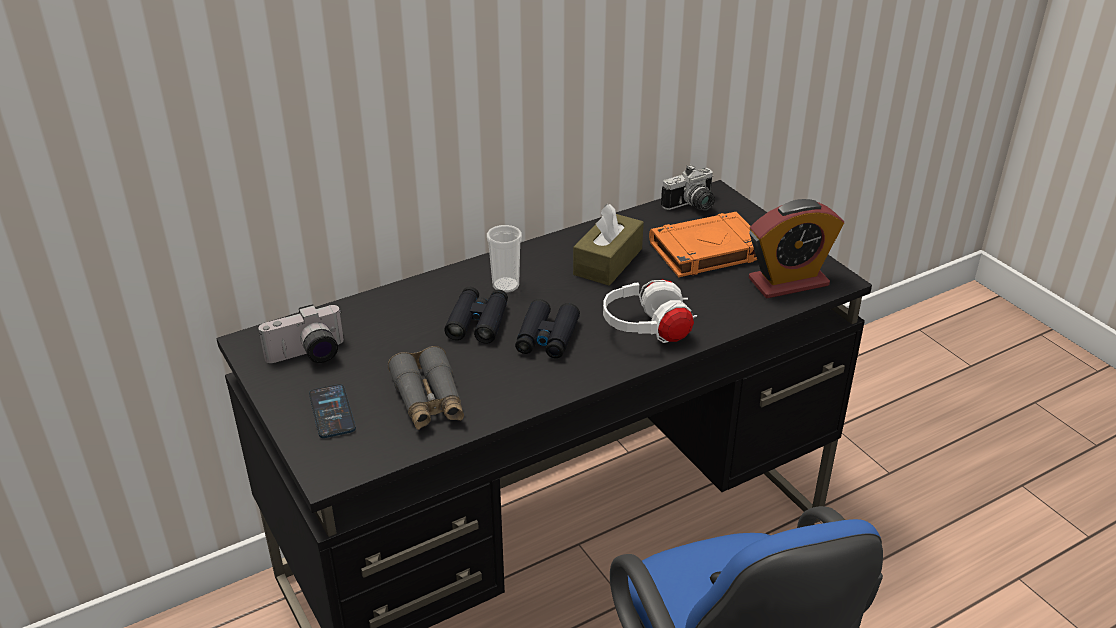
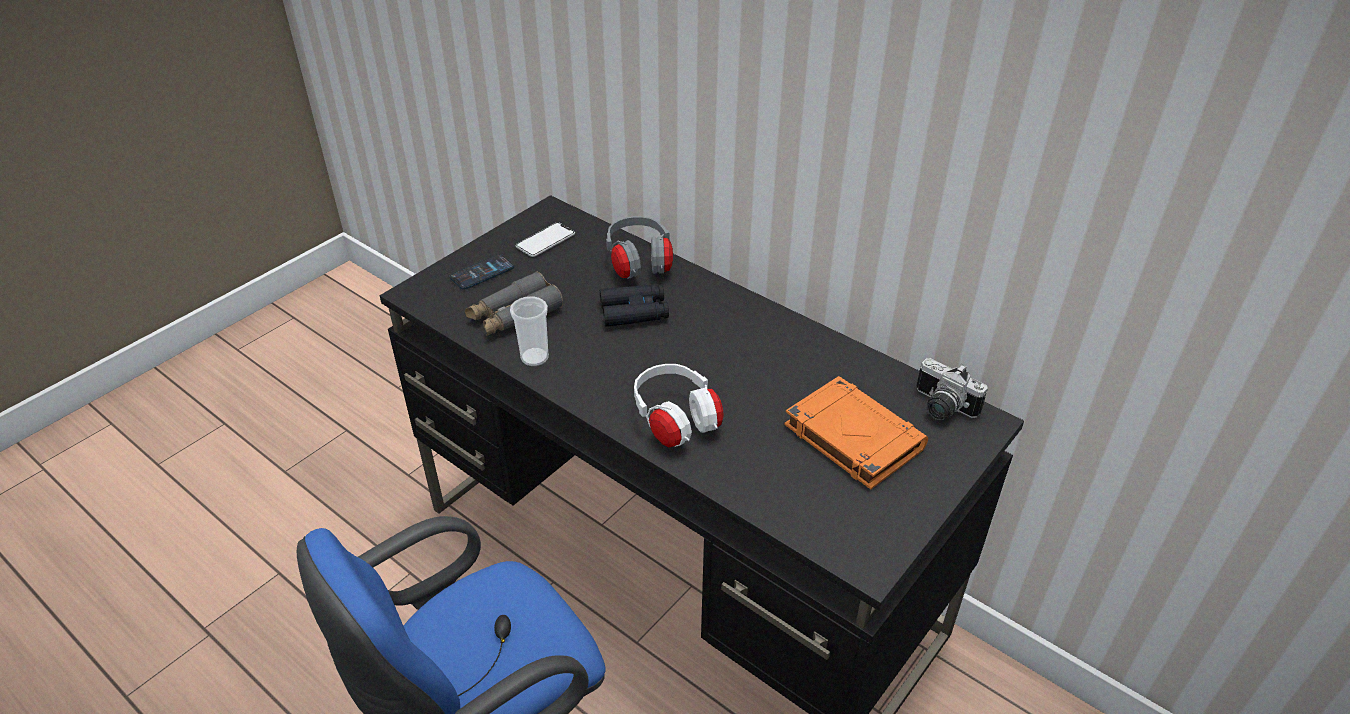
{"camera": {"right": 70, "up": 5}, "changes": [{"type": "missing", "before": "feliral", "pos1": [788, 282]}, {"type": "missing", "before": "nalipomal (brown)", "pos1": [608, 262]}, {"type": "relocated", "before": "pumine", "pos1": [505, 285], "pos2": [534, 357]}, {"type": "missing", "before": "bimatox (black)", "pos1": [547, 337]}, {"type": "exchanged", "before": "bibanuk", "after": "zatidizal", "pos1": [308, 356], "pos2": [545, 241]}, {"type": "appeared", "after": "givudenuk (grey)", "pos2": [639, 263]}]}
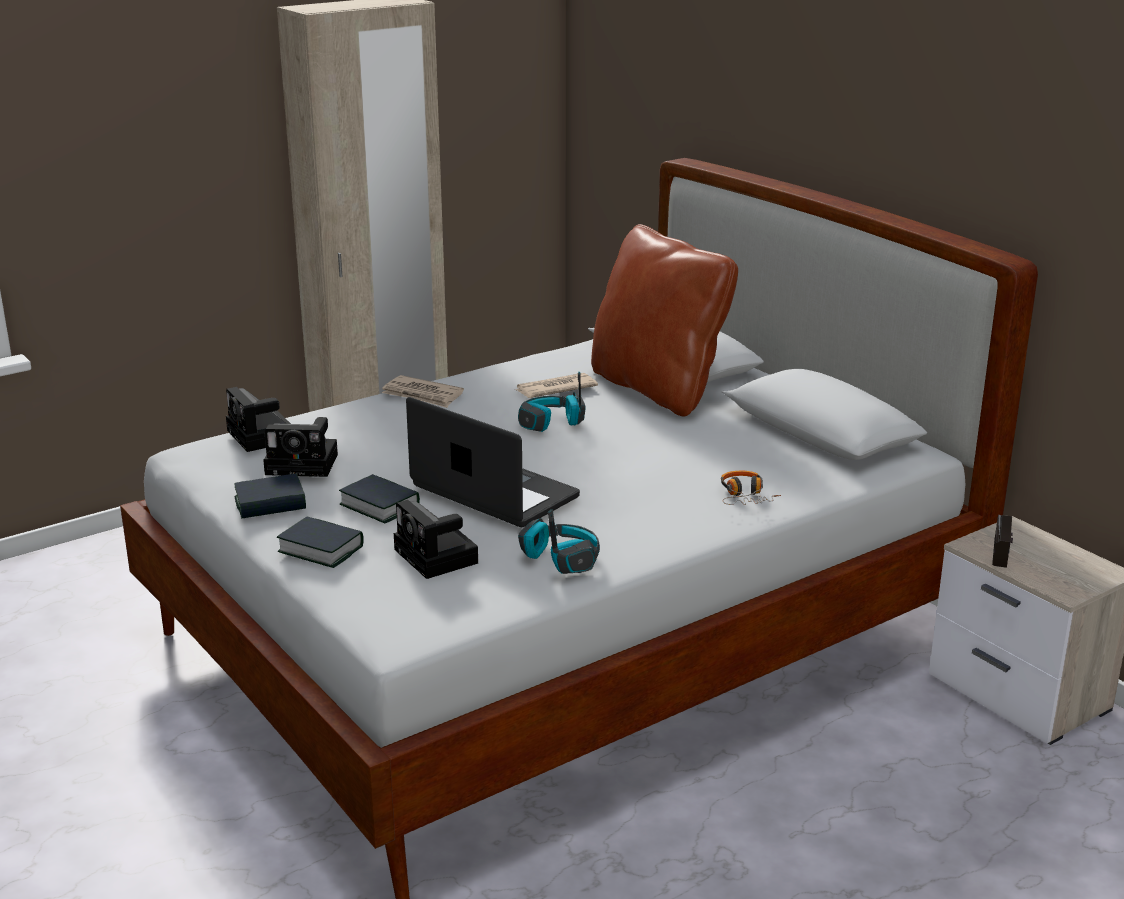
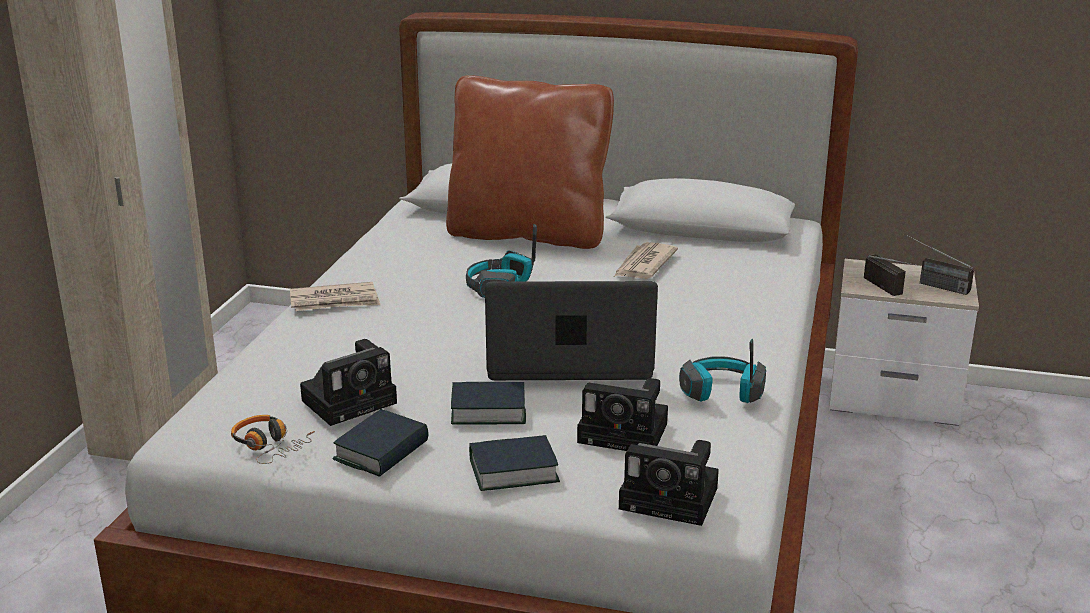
{"camera": {"right": -40, "up": 0}, "changes": [{"type": "relocated", "before": "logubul", "pos1": [554, 389], "pos2": [643, 265]}, {"type": "relocated", "before": "bibanuk", "pos1": [262, 437], "pos2": [673, 499]}, {"type": "relocated", "before": "givudenuk", "pos1": [745, 496], "pos2": [270, 446]}, {"type": "appeared", "after": "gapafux", "pos2": [931, 284]}]}
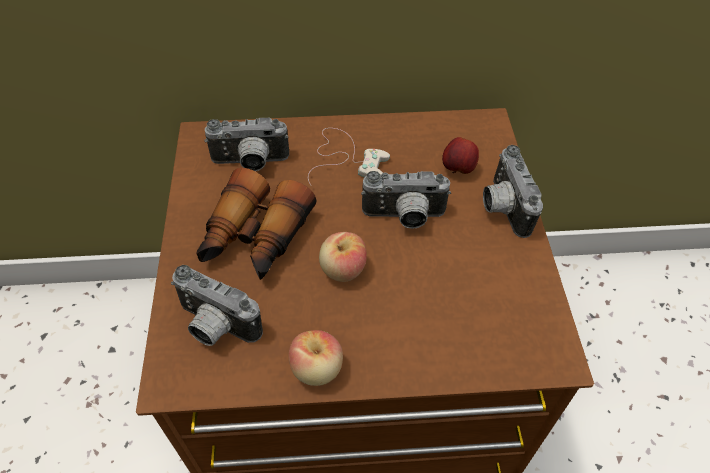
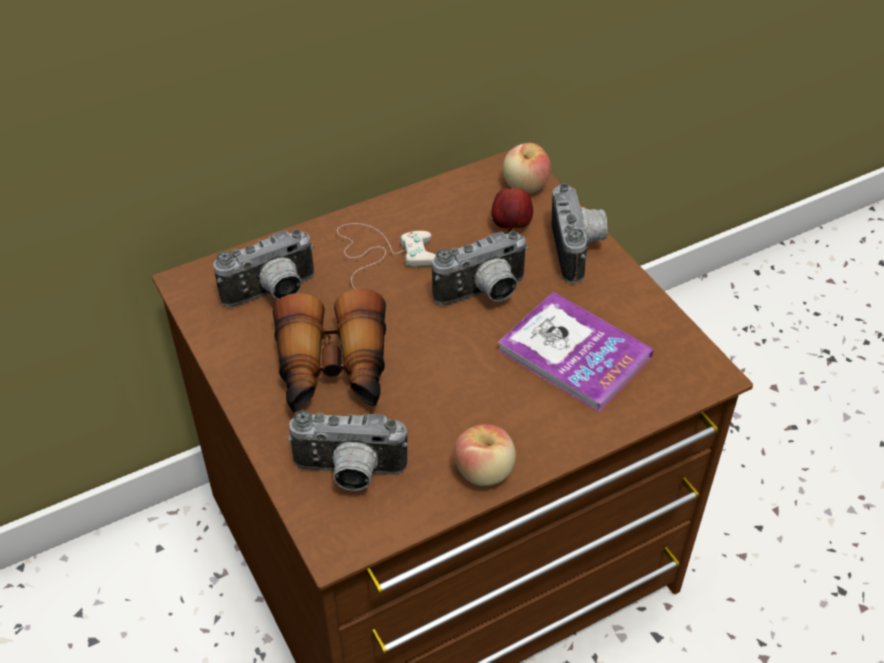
{"camera": {"right": -25, "up": -5}, "changes": [{"type": "spun", "before": "bibanuk", "pos1": [502, 207], "pos2": [578, 250], "turn": -150}, {"type": "relocated", "before": "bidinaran", "pos1": [343, 269], "pos2": [525, 186]}, {"type": "appeared", "after": "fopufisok", "pos2": [574, 354]}]}
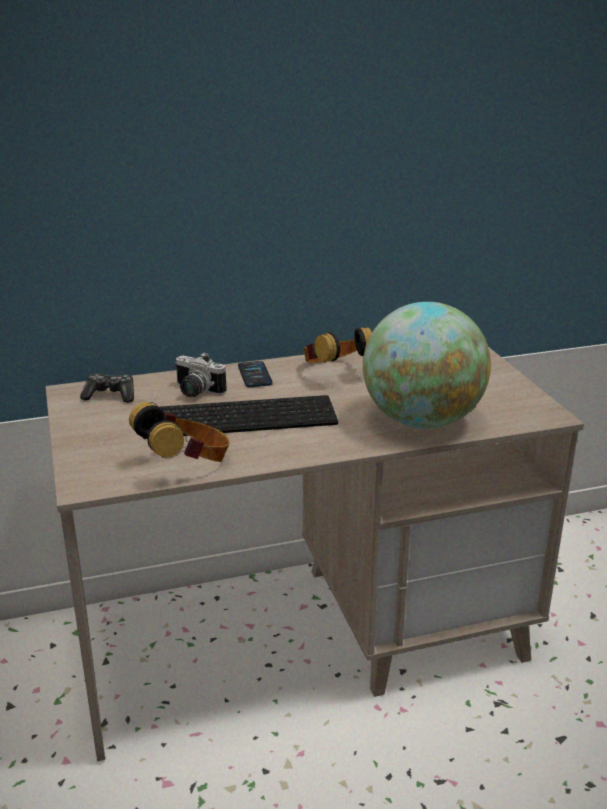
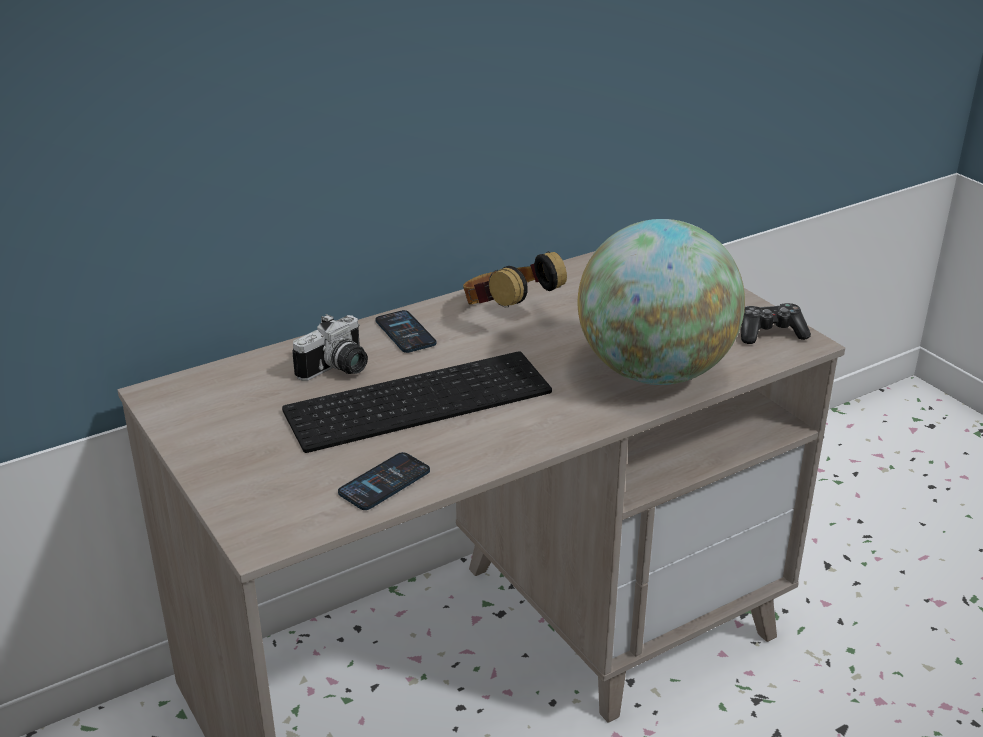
{"camera": {"right": -15, "up": 5}, "changes": [{"type": "spun", "before": "bibanuk", "pos1": [195, 392], "pos2": [338, 370], "turn": -60}, {"type": "relocated", "before": "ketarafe", "pos1": [110, 395], "pos2": [770, 333]}, {"type": "exchanged", "before": "givudenuk", "after": "zatidizal", "pos1": [186, 464], "pos2": [384, 482]}]}
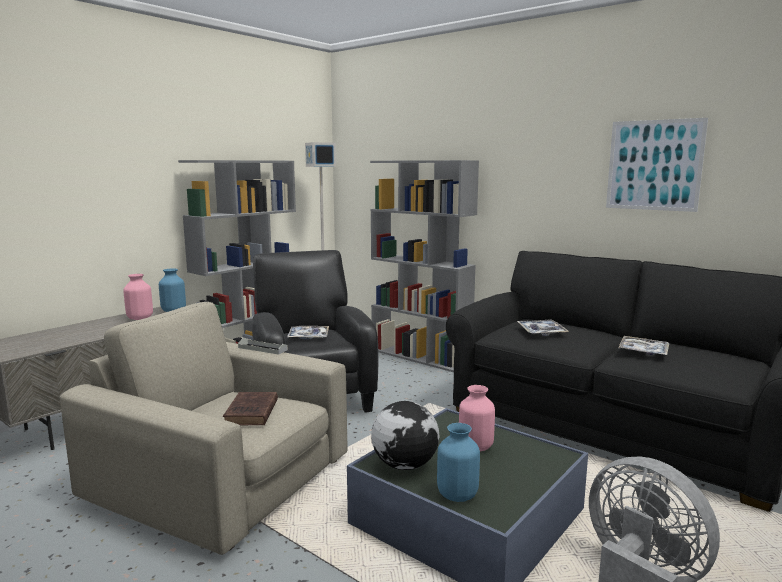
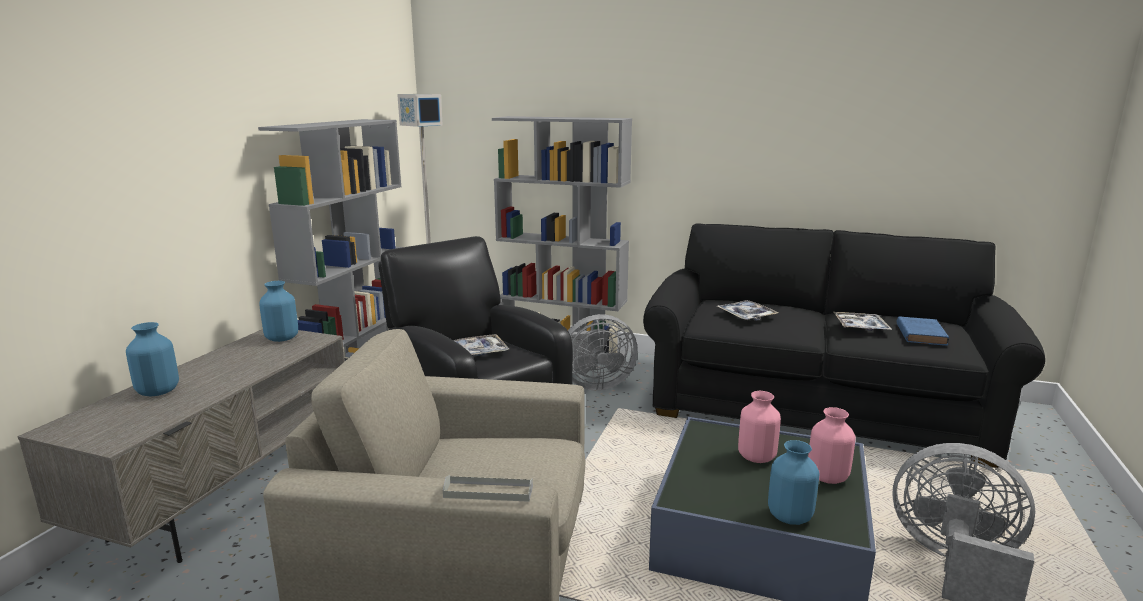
{"camera": {"right": -20, "up": 5}, "changes": [{"type": "missing", "before": "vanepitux", "pos1": [654, 165]}, {"type": "relocated", "before": "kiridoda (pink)", "pos1": [139, 318], "pos2": [826, 477]}, {"type": "relocated", "before": "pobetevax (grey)", "pos1": [262, 349], "pos2": [488, 491]}, {"type": "missing", "before": "fopufisok (brown)", "pos1": [251, 413]}, {"type": "missing", "before": "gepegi", "pos1": [404, 465]}, {"type": "appeared", "after": "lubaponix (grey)", "pos2": [593, 384]}, {"type": "appeared", "after": "fopufisok (blue)", "pos2": [920, 334]}, {"type": "appeared", "after": "kiridoda (blue)", "pos2": [158, 391]}]}
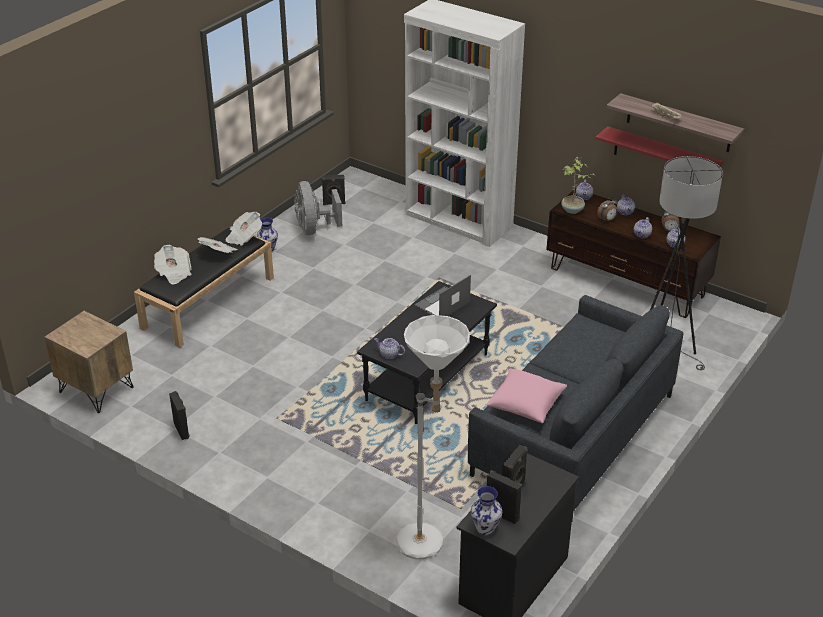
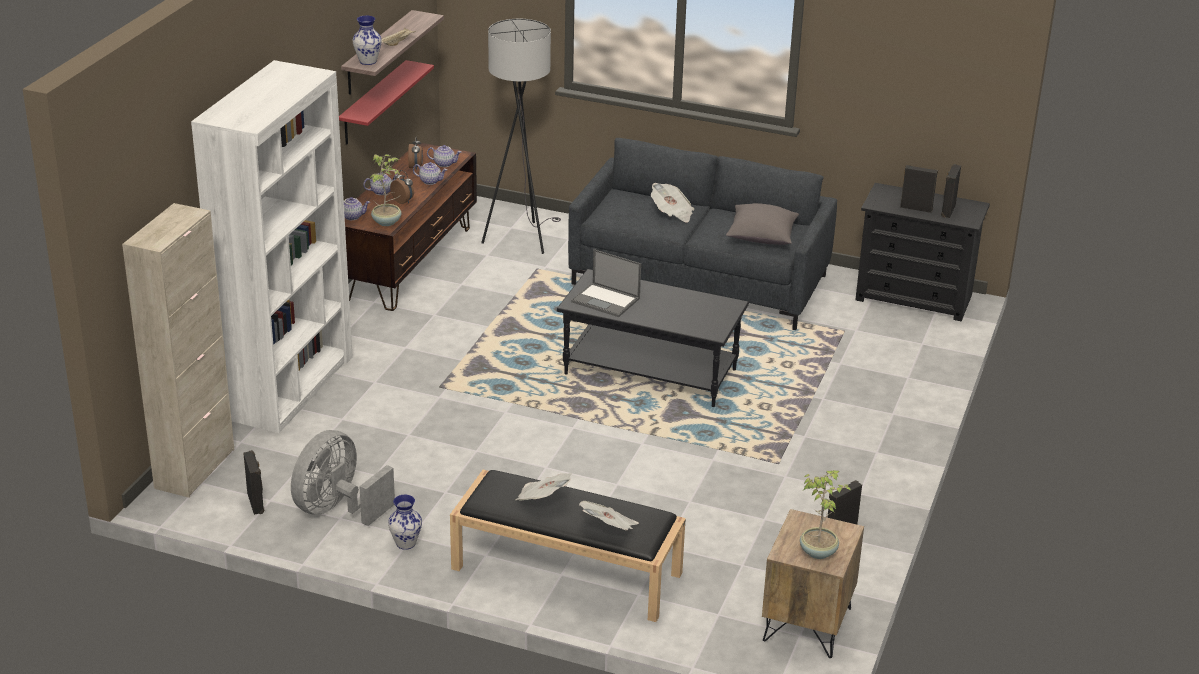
{"camera": {"right": -105, "up": -5}, "changes": [{"type": "spun", "before": "lubaponix (grey)", "pos1": [314, 229], "pos2": [337, 509], "turn": 150}, {"type": "relocated", "before": "logubul", "pos1": [244, 237], "pos2": [672, 213]}, {"type": "missing", "before": "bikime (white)", "pos1": [429, 544]}, {"type": "missing", "before": "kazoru", "pos1": [389, 355]}, {"type": "colour", "before": "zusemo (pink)", "after": "zusemo (grey)", "pos1": [525, 405], "pos2": [761, 237]}, {"type": "relocated", "before": "kiridoda", "pos1": [485, 528], "pos2": [367, 61]}, {"type": "appeared", "after": "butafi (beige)", "pos2": [195, 469]}, {"type": "appeared", "after": "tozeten", "pos2": [818, 551]}]}
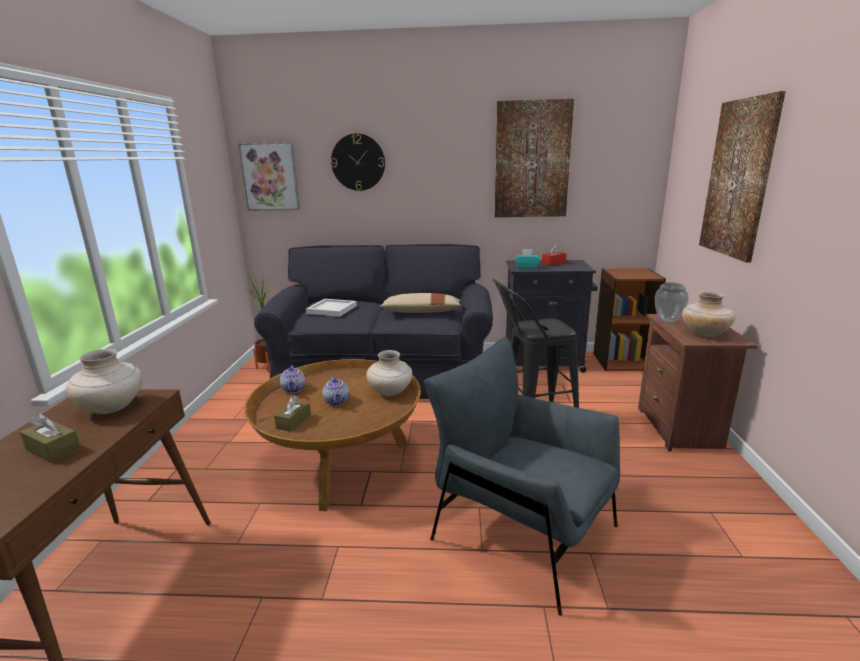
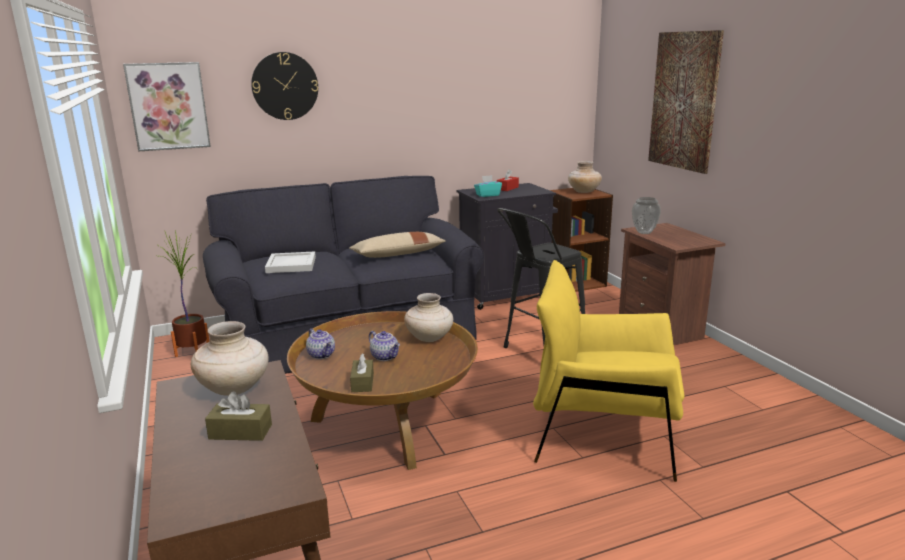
{"camera": {"right": -25, "up": 0}, "changes": [{"type": "missing", "before": "vanepitux", "pos1": [532, 160]}, {"type": "relocated", "before": "kiridoda (beige)", "pos1": [704, 334], "pos2": [583, 192]}, {"type": "colour", "before": "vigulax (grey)", "after": "vigulax (yellow)", "pos1": [522, 532], "pos2": [603, 436]}]}
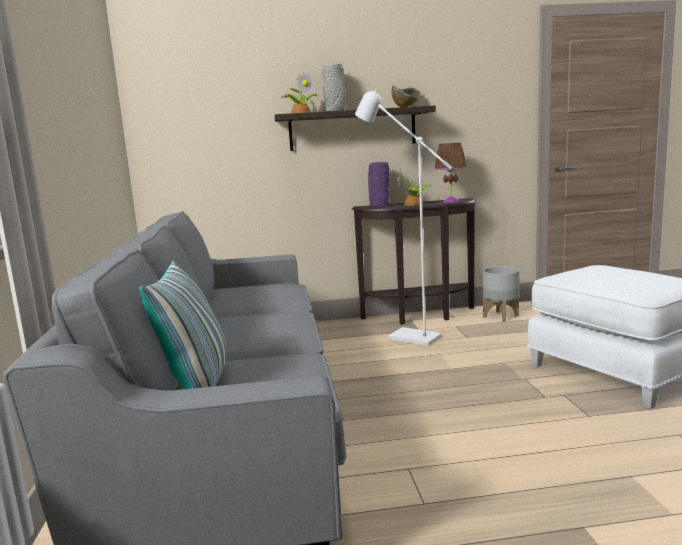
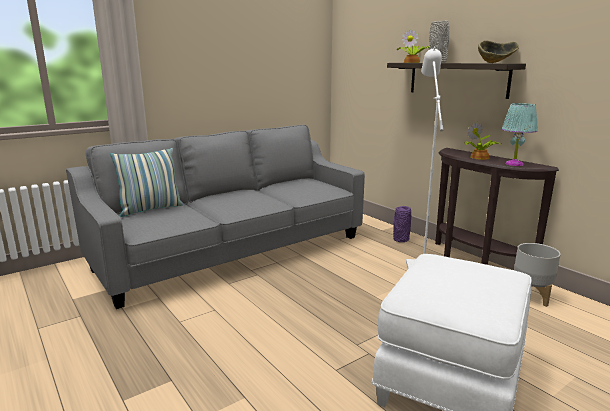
{"camera": {"right": 60, "up": 5}, "changes": [{"type": "colour", "before": "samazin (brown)", "after": "samazin (turquoise)", "pos1": [450, 201], "pos2": [514, 164]}, {"type": "relocated", "before": "kiridoda (purple)", "pos1": [379, 205], "pos2": [400, 239]}]}
